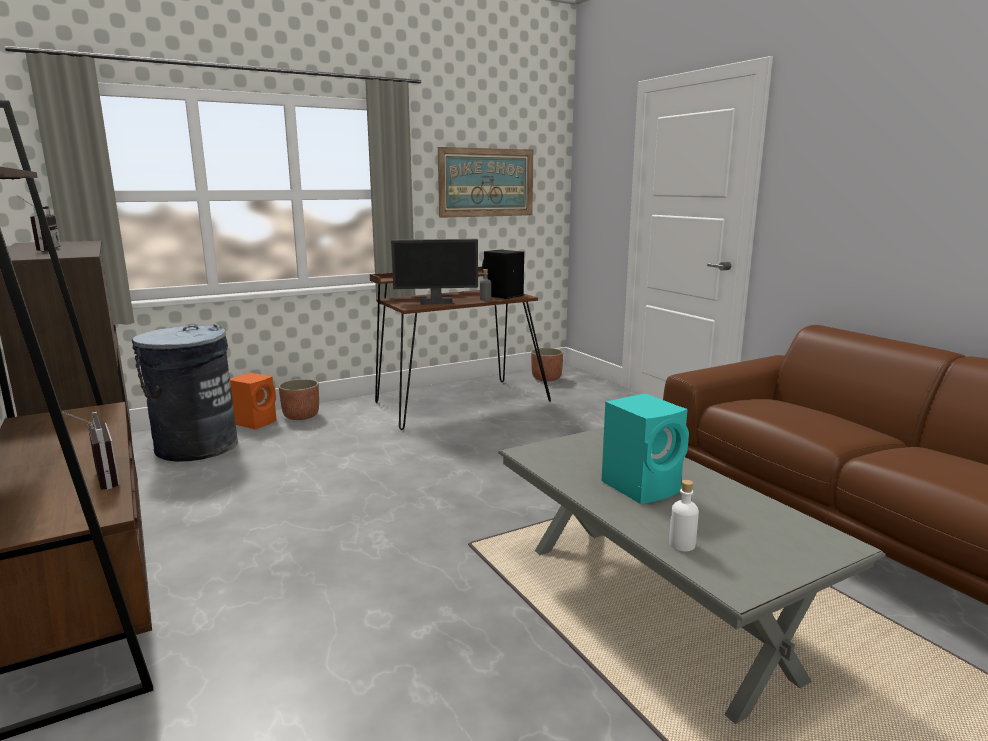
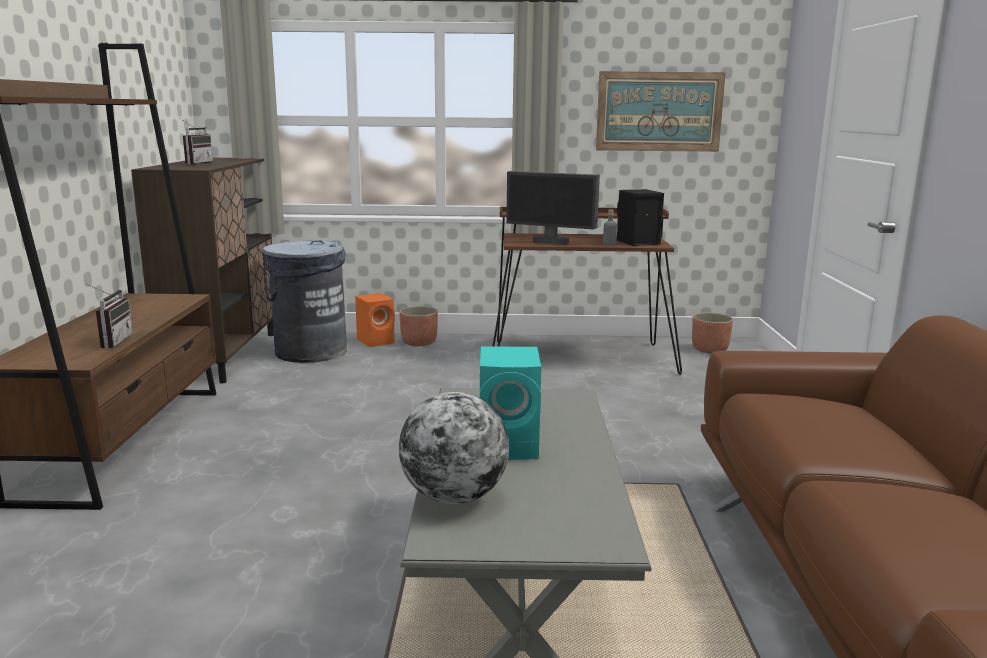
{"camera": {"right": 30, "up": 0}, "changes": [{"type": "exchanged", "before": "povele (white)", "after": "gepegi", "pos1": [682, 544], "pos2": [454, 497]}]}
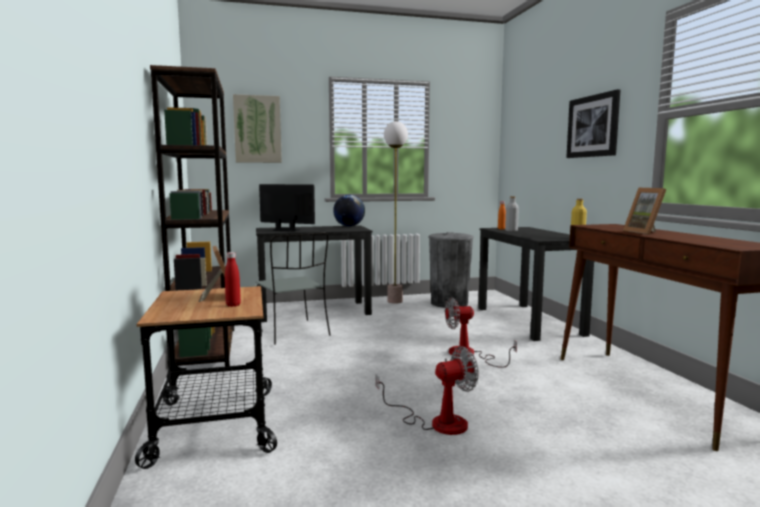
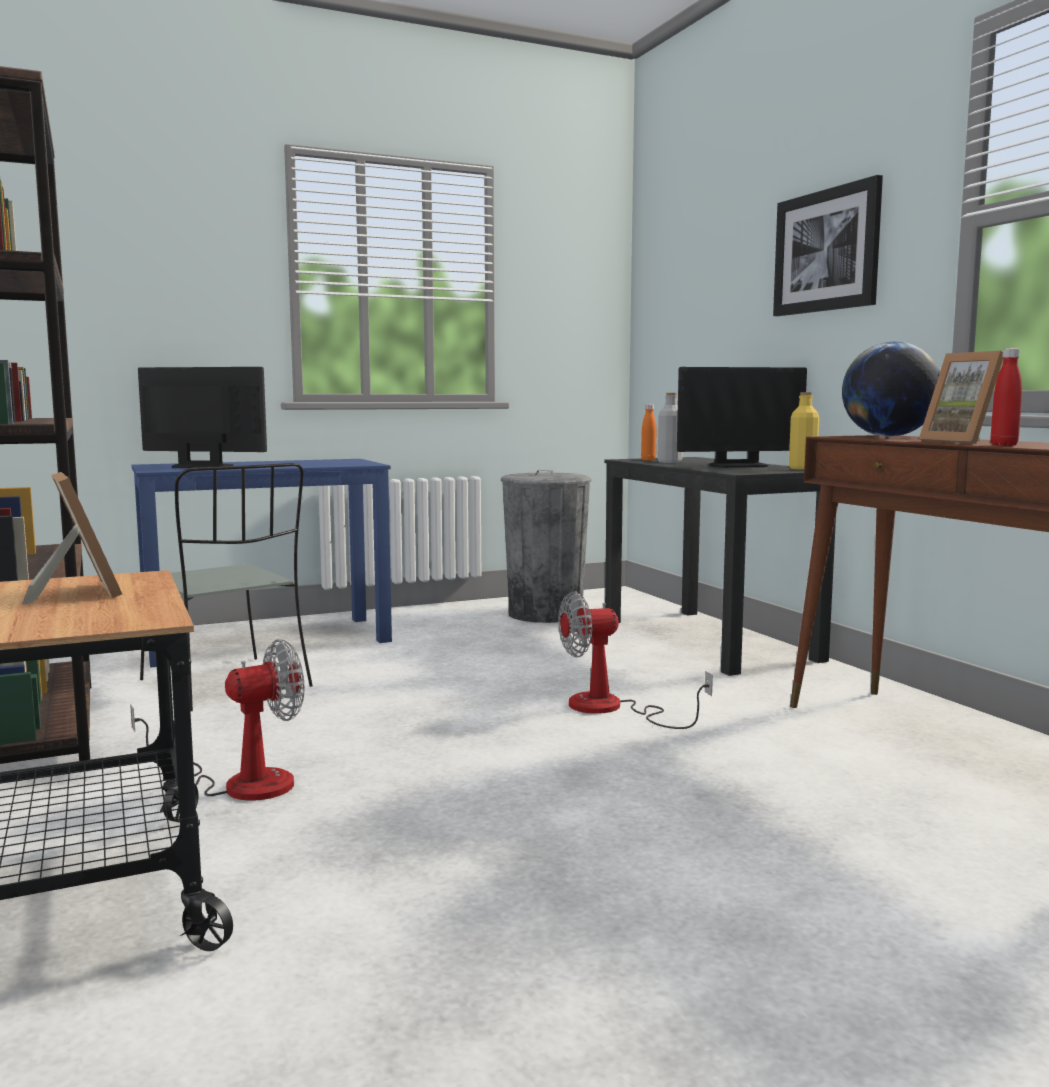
{"camera": {"right": -10, "up": 0}, "changes": [{"type": "missing", "before": "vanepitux", "pos1": [257, 129]}, {"type": "missing", "before": "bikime", "pos1": [395, 301]}, {"type": "relocated", "before": "gepegi", "pos1": [349, 226], "pos2": [888, 436]}, {"type": "colour", "before": "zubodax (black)", "after": "zubodax (blue)", "pos1": [314, 311], "pos2": [268, 640]}, {"type": "relocated", "before": "povele (red)", "pos1": [233, 305], "pos2": [1004, 445]}, {"type": "relocated", "before": "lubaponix", "pos1": [436, 422], "pos2": [239, 783]}, {"type": "appeared", "after": "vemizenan", "pos2": [738, 466]}]}
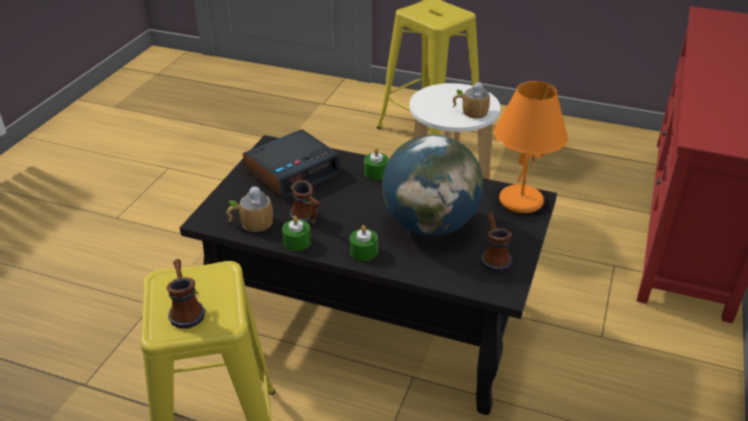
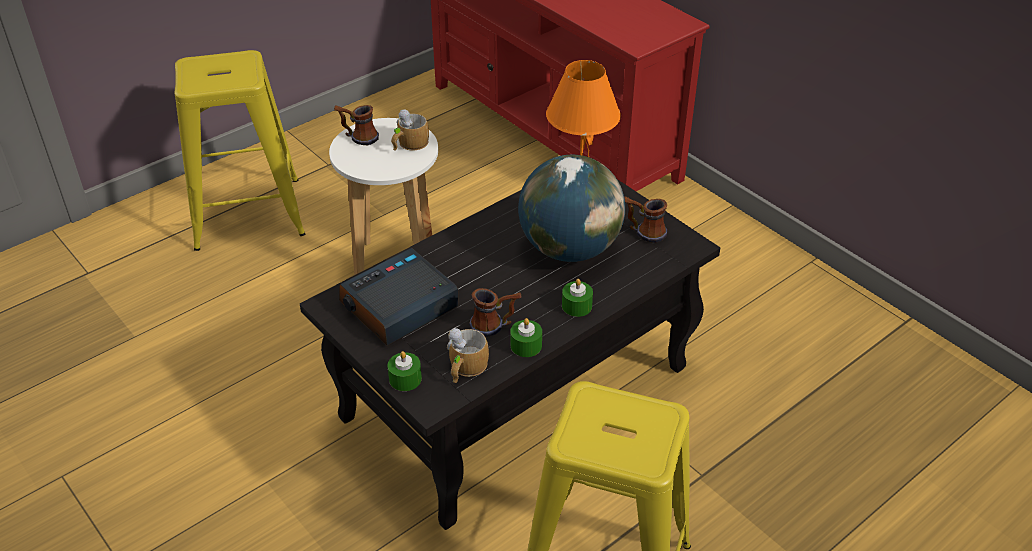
{"camera": {"right": -60, "up": 5}, "changes": [{"type": "spun", "before": "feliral", "pos1": [293, 172], "pos2": [399, 306], "turn": -120}, {"type": "relocated", "before": "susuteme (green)", "pos1": [376, 172], "pos2": [405, 379]}, {"type": "relocated", "before": "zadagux", "pos1": [186, 309], "pos2": [358, 137]}]}
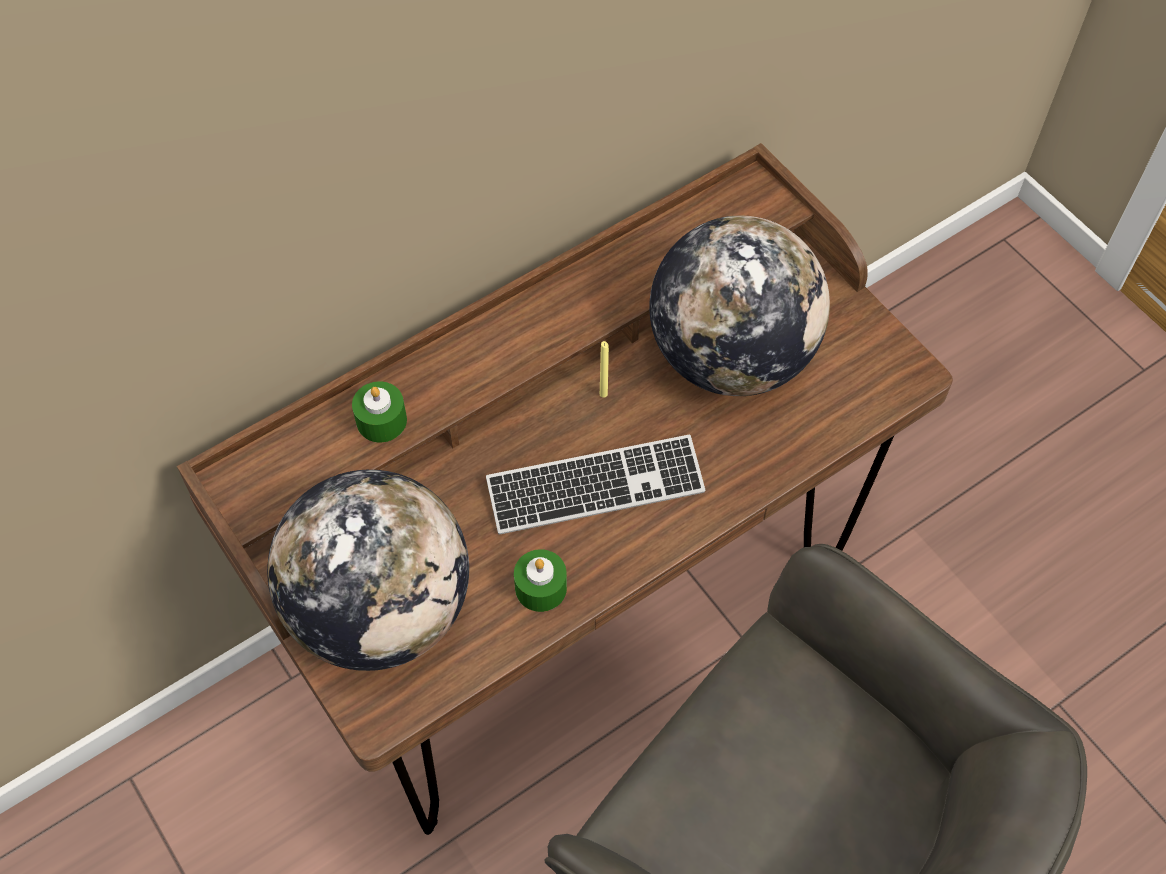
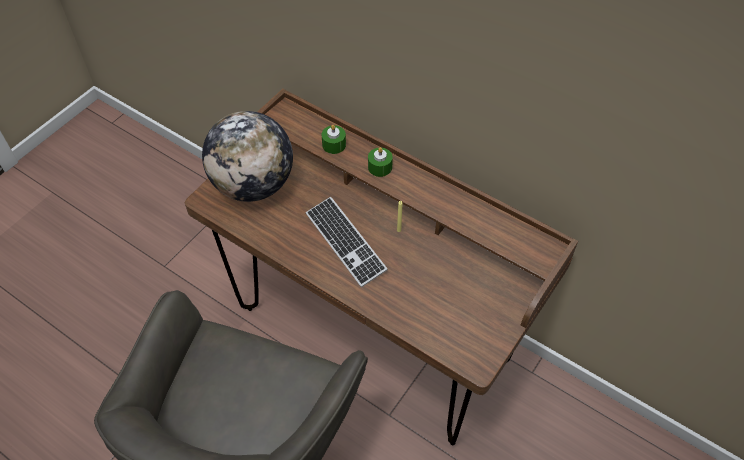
{"camera": {"right": 70, "up": -5}, "changes": [{"type": "missing", "before": "gepegi", "pos1": [730, 356]}, {"type": "relocated", "before": "susuteme (green)", "pos1": [541, 587], "pos2": [380, 167]}]}
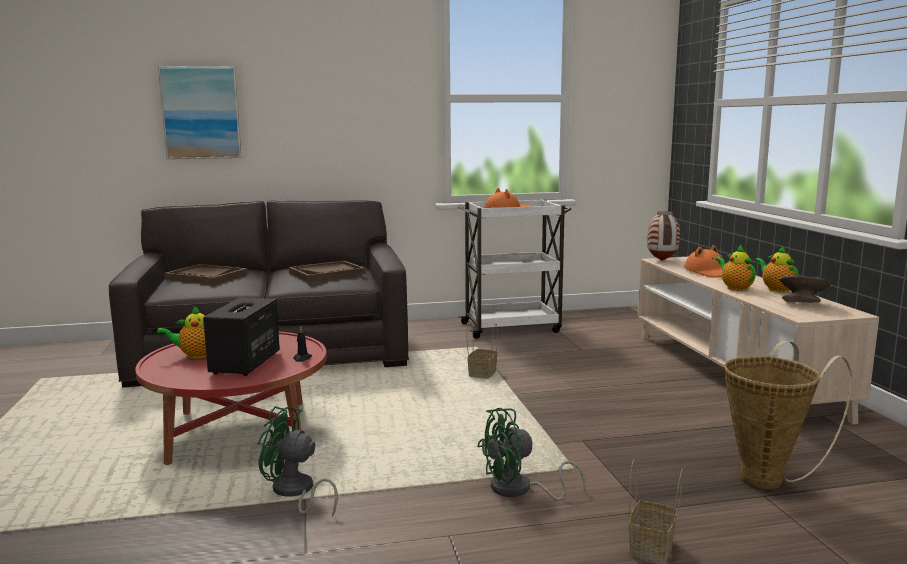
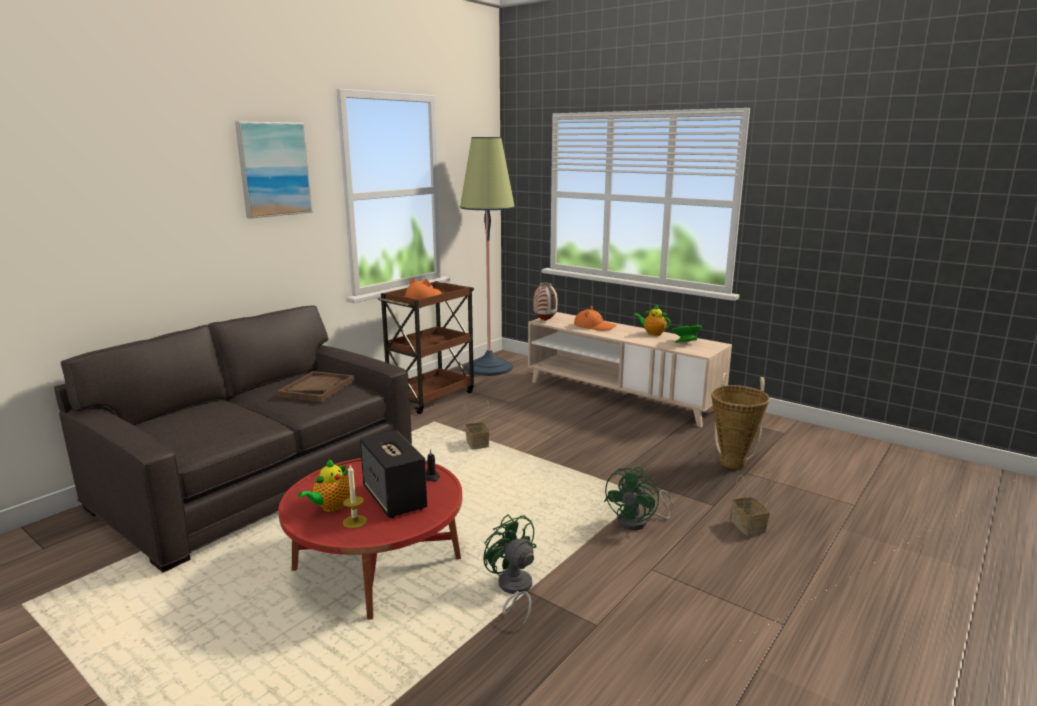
{"camera": {"right": -40, "up": 5}, "changes": [{"type": "relocated", "before": "vanepitux", "pos1": [201, 113], "pos2": [274, 169]}, {"type": "colour", "before": "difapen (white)", "after": "difapen (brown)", "pos1": [512, 327], "pos2": [431, 396]}, {"type": "missing", "before": "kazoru", "pos1": [735, 288]}, {"type": "missing", "before": "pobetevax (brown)", "pos1": [206, 276]}, {"type": "colour", "before": "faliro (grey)", "after": "faliro (green)", "pos1": [801, 304], "pos2": [685, 343]}, {"type": "spun", "before": "lubaponix (green)", "pos1": [295, 493], "pos2": [513, 590], "turn": 75}, {"type": "appeared", "after": "bikime", "pos2": [489, 368]}, {"type": "appeared", "after": "susuteme", "pos2": [355, 521]}]}
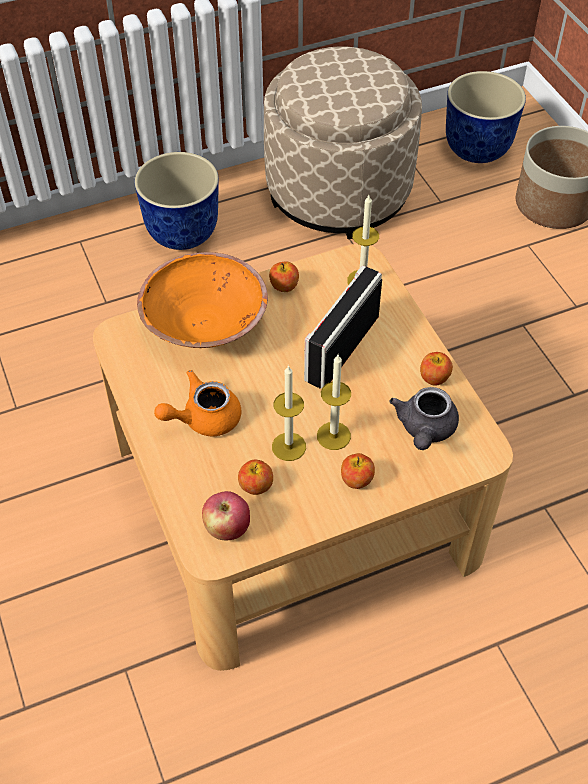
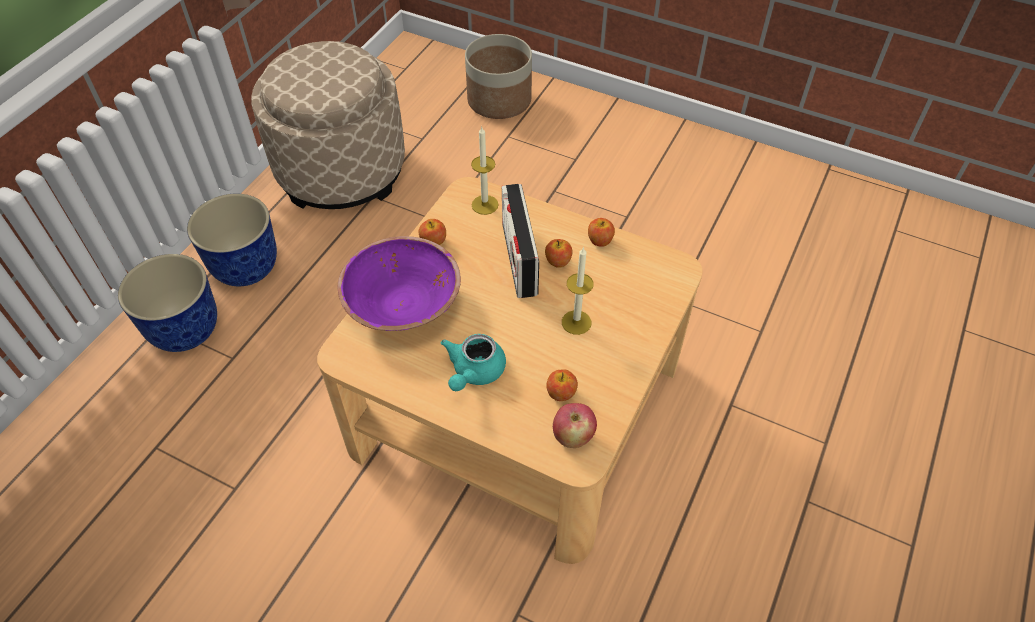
{"camera": {"right": -40, "up": 0}, "changes": [{"type": "relocated", "before": "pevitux", "pos1": [478, 149], "pos2": [186, 330]}, {"type": "colour", "before": "faliro (orange)", "after": "faliro (purple)", "pos1": [205, 324], "pos2": [403, 304]}, {"type": "missing", "before": "susuteme", "pos1": [289, 446]}, {"type": "colour", "before": "kazoru (orange)", "after": "kazoru (turquoise)", "pos1": [203, 418], "pos2": [474, 372]}, {"type": "missing", "before": "kazoru (grey)", "pos1": [425, 430]}, {"type": "relocated", "before": "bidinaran", "pos1": [357, 480], "pos2": [558, 261]}]}
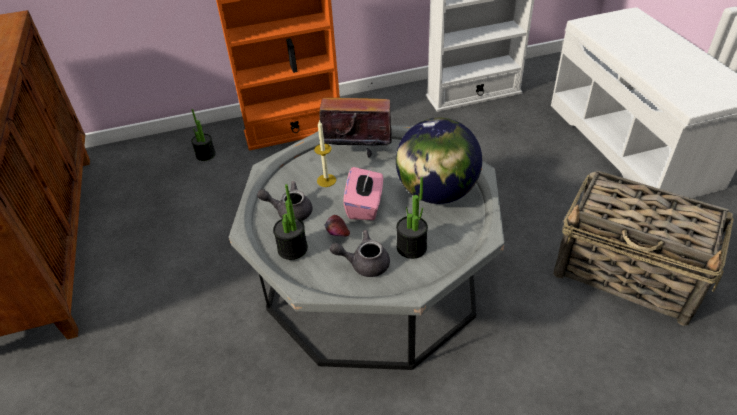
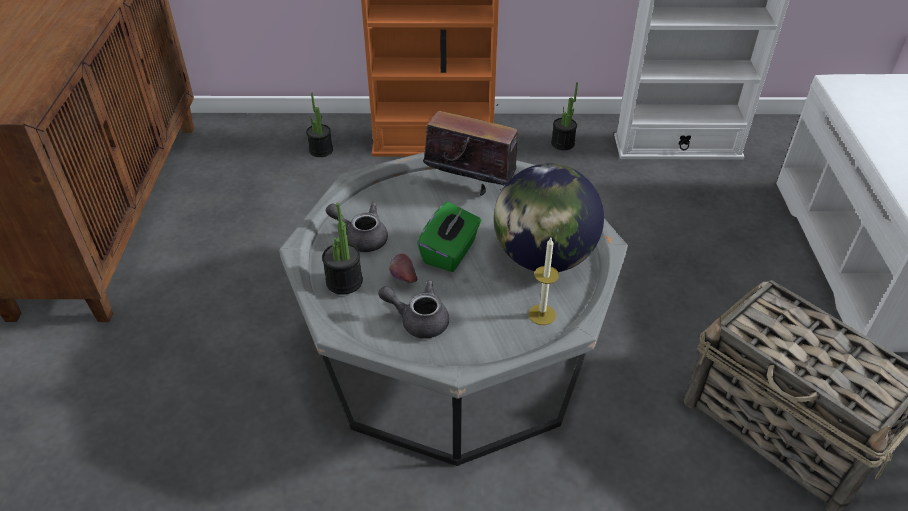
{"camera": {"right": 15, "up": 0}, "changes": [{"type": "relocated", "before": "susuteme", "pos1": [326, 180], "pos2": [542, 314]}, {"type": "colour", "before": "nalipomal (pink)", "after": "nalipomal (green)", "pos1": [365, 206], "pos2": [450, 252]}, {"type": "relocated", "before": "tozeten", "pos1": [411, 247], "pos2": [562, 143]}]}
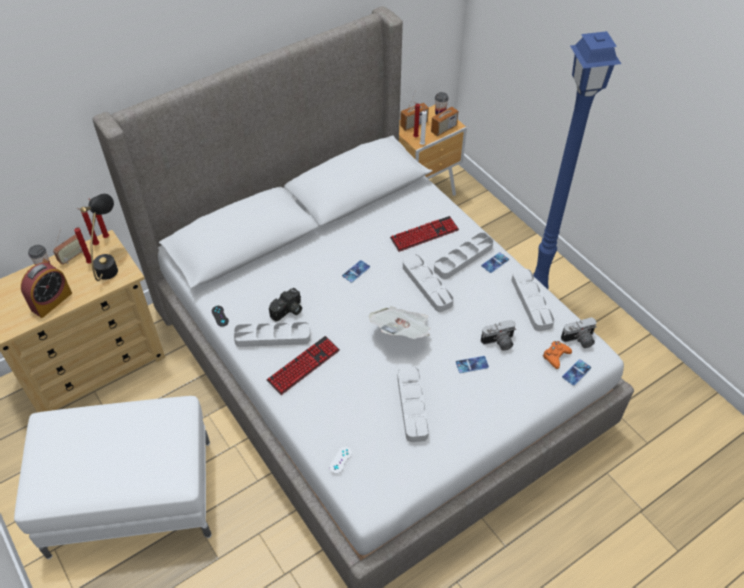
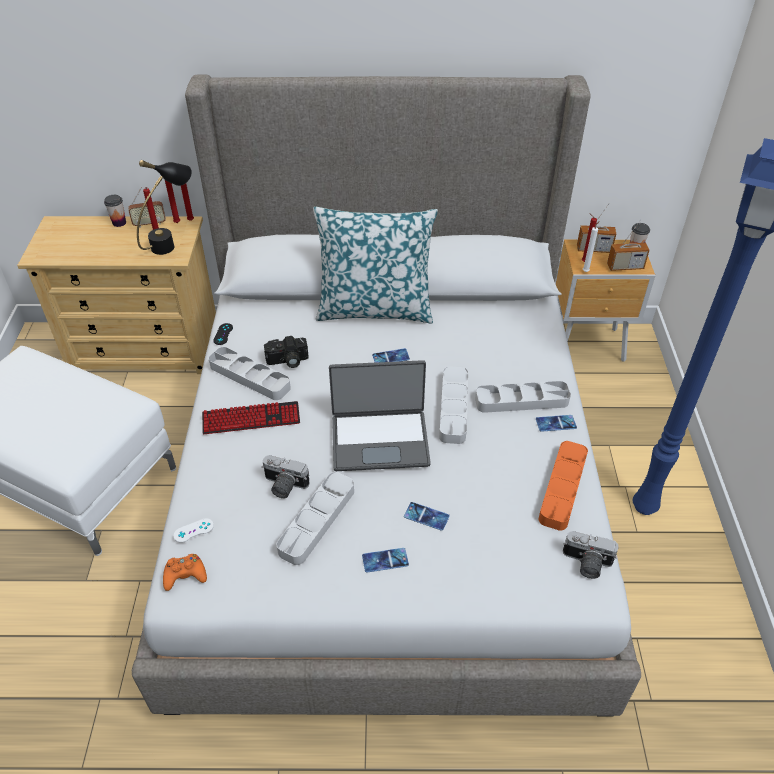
{"camera": {"right": 35, "up": -5}, "changes": [{"type": "missing", "before": "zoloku", "pos1": [424, 234]}, {"type": "missing", "before": "feliral", "pos1": [51, 301]}, {"type": "colour", "before": "pobetevax (grey)", "after": "pobetevax (orange)", "pos1": [531, 302], "pos2": [562, 488]}, {"type": "exchanged", "before": "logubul", "after": "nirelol", "pos1": [402, 332], "pos2": [380, 440]}, {"type": "relocated", "before": "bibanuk", "pos1": [499, 342], "pos2": [283, 486]}, {"type": "relocated", "before": "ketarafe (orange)", "pos1": [555, 356], "pos2": [185, 575]}, {"type": "relocated", "before": "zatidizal", "pos1": [576, 372], "pos2": [385, 560]}, {"type": "appeared", "after": "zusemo", "pos2": [375, 309]}]}
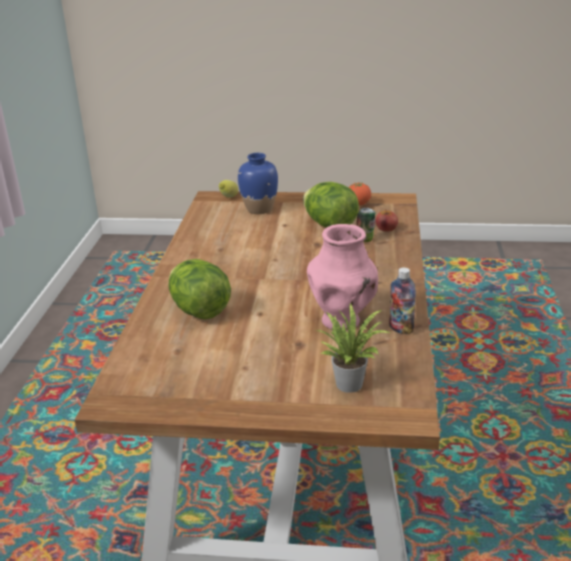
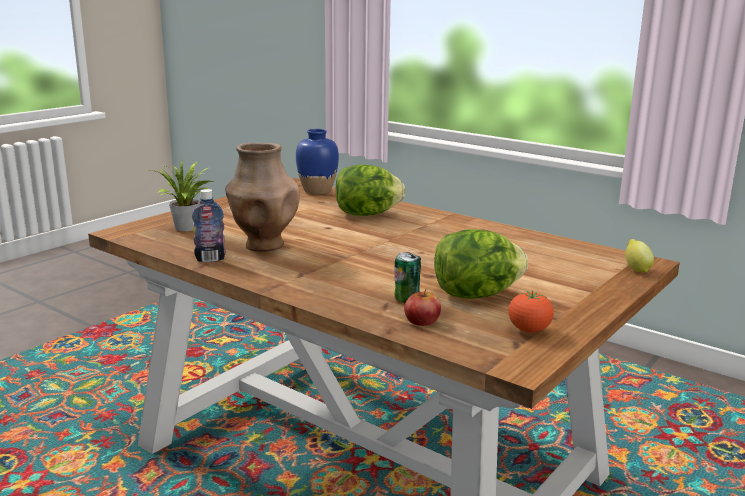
{"camera": {"right": 120, "up": -10}, "changes": [{"type": "relocated", "before": "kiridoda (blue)", "pos1": [259, 209], "pos2": [317, 191]}, {"type": "colour", "before": "kiridoda (pink)", "after": "kiridoda (brown)", "pos1": [342, 321], "pos2": [263, 246]}]}
